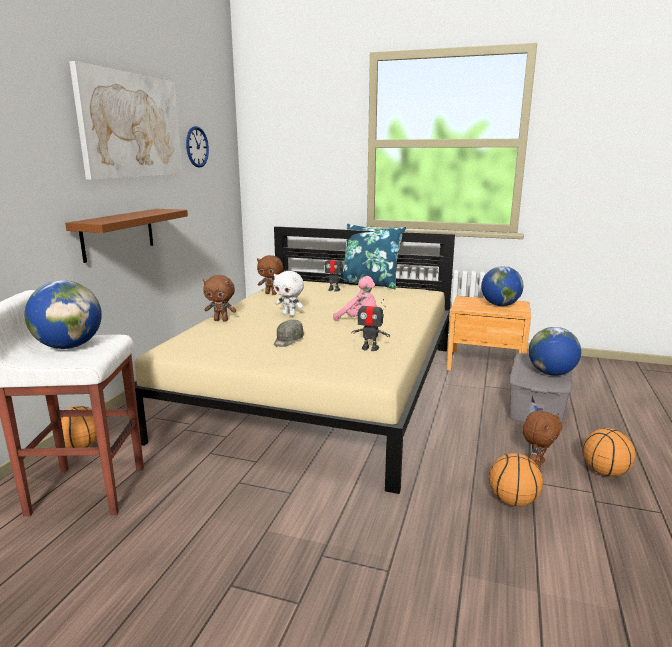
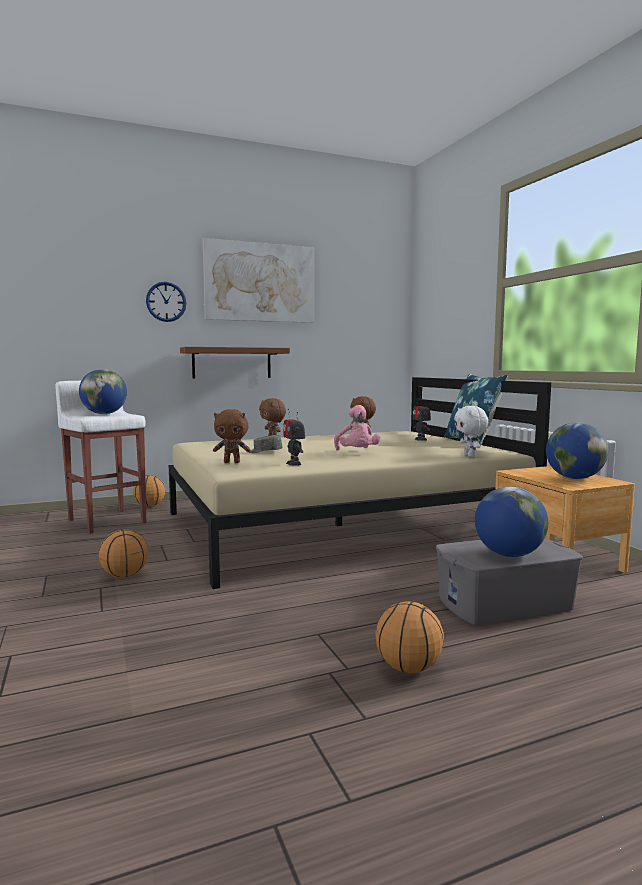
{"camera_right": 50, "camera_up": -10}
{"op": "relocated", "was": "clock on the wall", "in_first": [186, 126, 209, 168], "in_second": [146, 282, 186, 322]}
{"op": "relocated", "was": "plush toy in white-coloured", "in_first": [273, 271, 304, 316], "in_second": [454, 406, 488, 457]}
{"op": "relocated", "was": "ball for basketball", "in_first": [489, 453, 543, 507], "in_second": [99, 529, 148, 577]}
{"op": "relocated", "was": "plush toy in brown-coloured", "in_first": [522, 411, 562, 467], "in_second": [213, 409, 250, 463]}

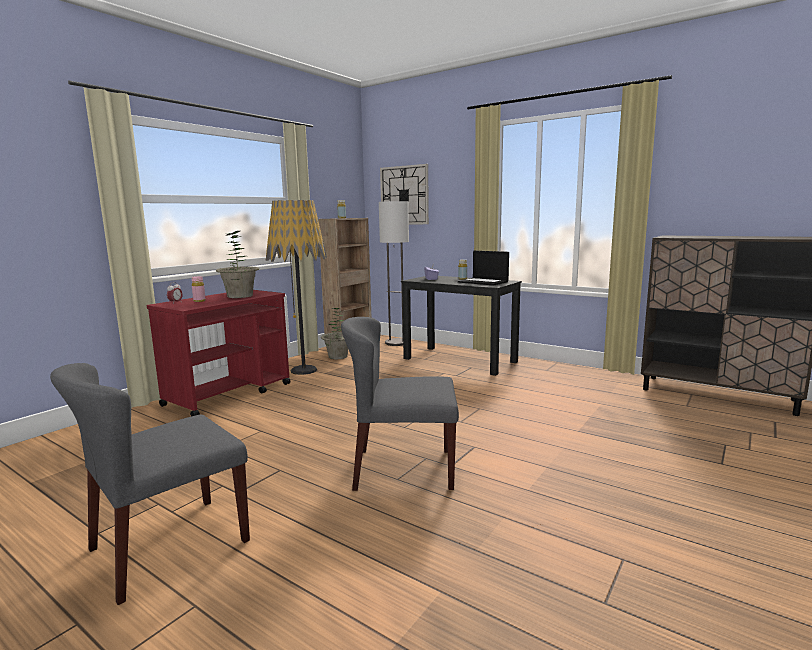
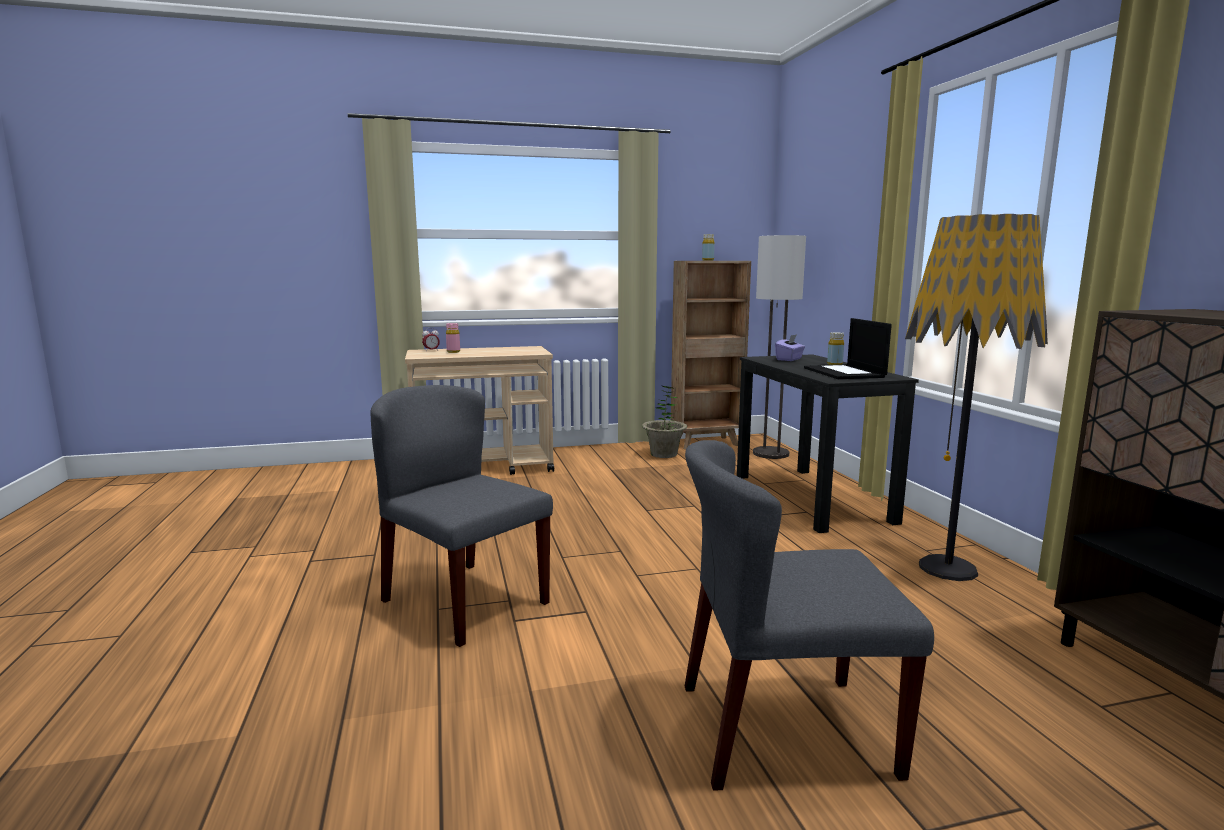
{"camera_right": 40, "camera_up": 0}
{"op": "missing", "was": "potted plant", "in_first": [216, 231, 259, 298]}
{"op": "missing", "was": "clock on the wall", "in_first": [380, 164, 429, 224]}
{"op": "relocated", "was": "upright chair in grey", "in_first": [50, 363, 250, 605], "in_second": [685, 440, 934, 791]}
{"op": "relocated", "was": "standing lamp", "in_first": [266, 200, 327, 375], "in_second": [905, 214, 1048, 581]}
{"op": "colour", "was": "cart in red-coloured", "now": "cart in sand-coloured", "in_first": [147, 290, 291, 416], "in_second": [405, 346, 554, 475]}

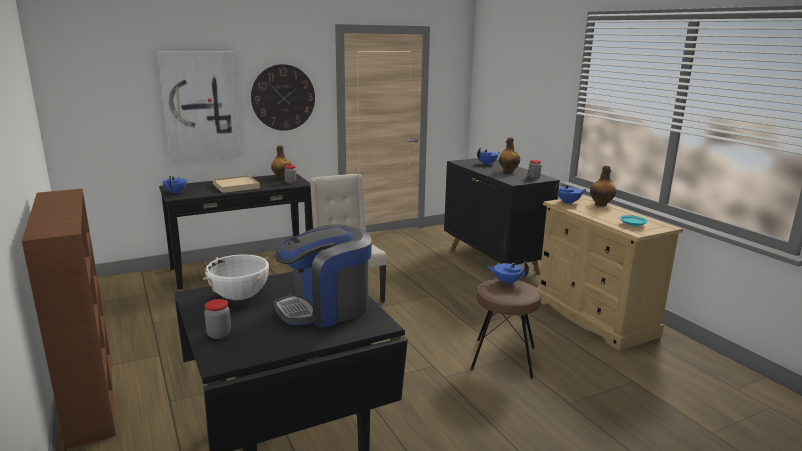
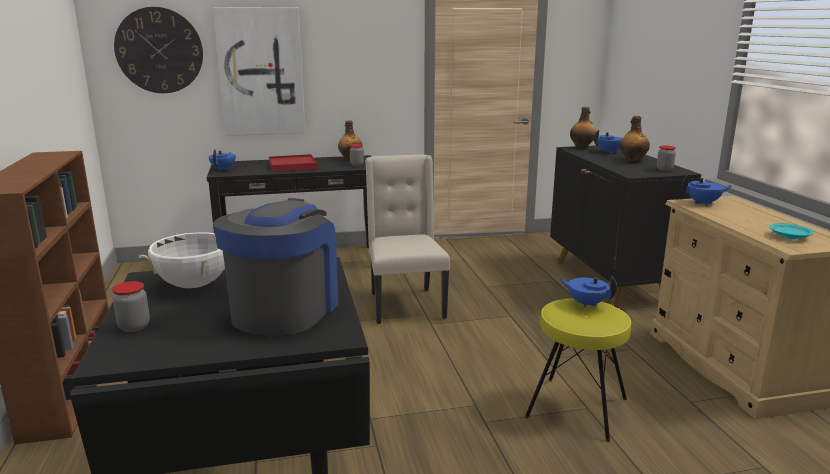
{"camera_right": 15, "camera_up": 0}
{"op": "relocated", "was": "clock on the wall", "in_first": [251, 64, 315, 131], "in_second": [114, 7, 203, 93]}
{"op": "relocated", "was": "bottle", "in_first": [590, 166, 616, 206], "in_second": [570, 107, 596, 149]}
{"op": "colour", "was": "carrying tray in sand-coloured", "now": "carrying tray in red-coloured", "in_first": [212, 175, 260, 193], "in_second": [269, 154, 317, 172]}
{"op": "colour", "was": "sitting stool in brown-coloured", "now": "sitting stool in yellowish", "in_first": [470, 279, 541, 379], "in_second": [525, 298, 631, 442]}
{"op": "spun", "was": "coffee maker", "in_first": [274, 225, 372, 328], "in_second": [213, 198, 339, 336], "clockwise": 120}

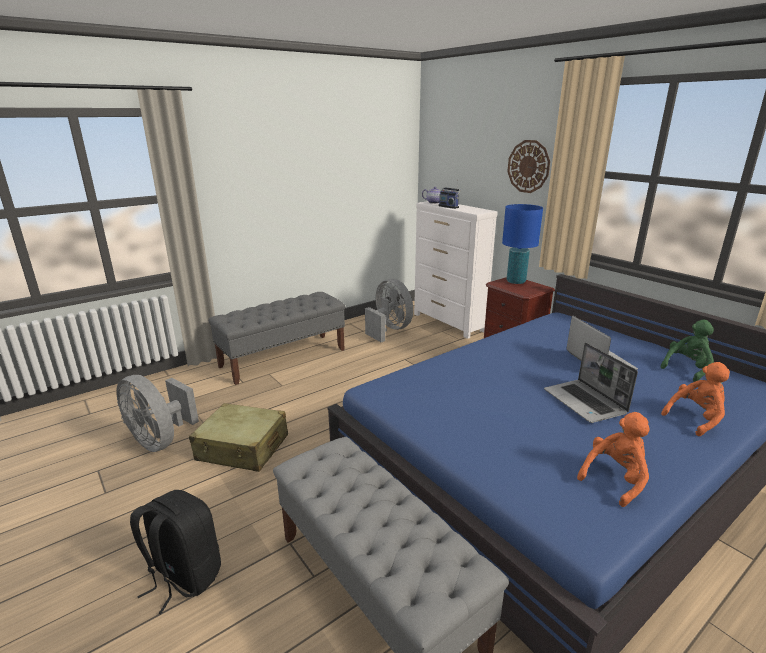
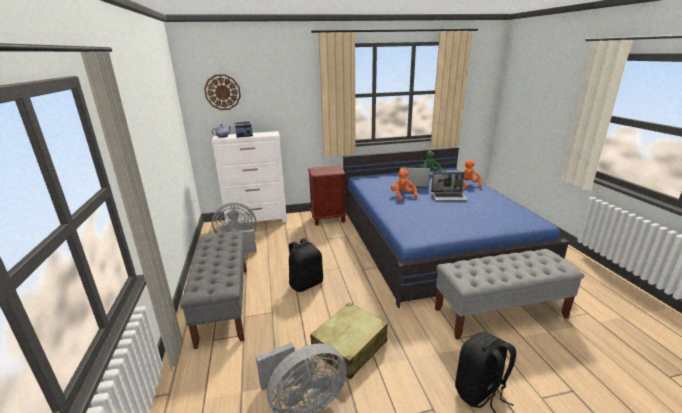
{"camera_right": -65, "camera_up": 0}
{"op": "missing", "was": "table lamp in bluish", "in_first": [502, 204, 543, 284]}
{"op": "appeared", "now": "knapsack in blackish", "in_second": [289, 238, 323, 292]}
{"op": "relocated", "was": "clock on the wall", "in_first": [507, 140, 550, 193], "in_second": [204, 74, 241, 110]}
{"op": "relocated", "was": "plush toy in orange-coloured", "in_first": [577, 412, 649, 507], "in_second": [390, 169, 417, 200]}

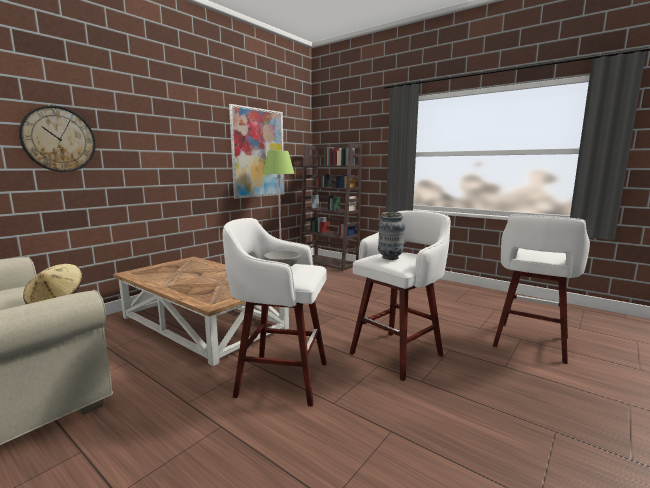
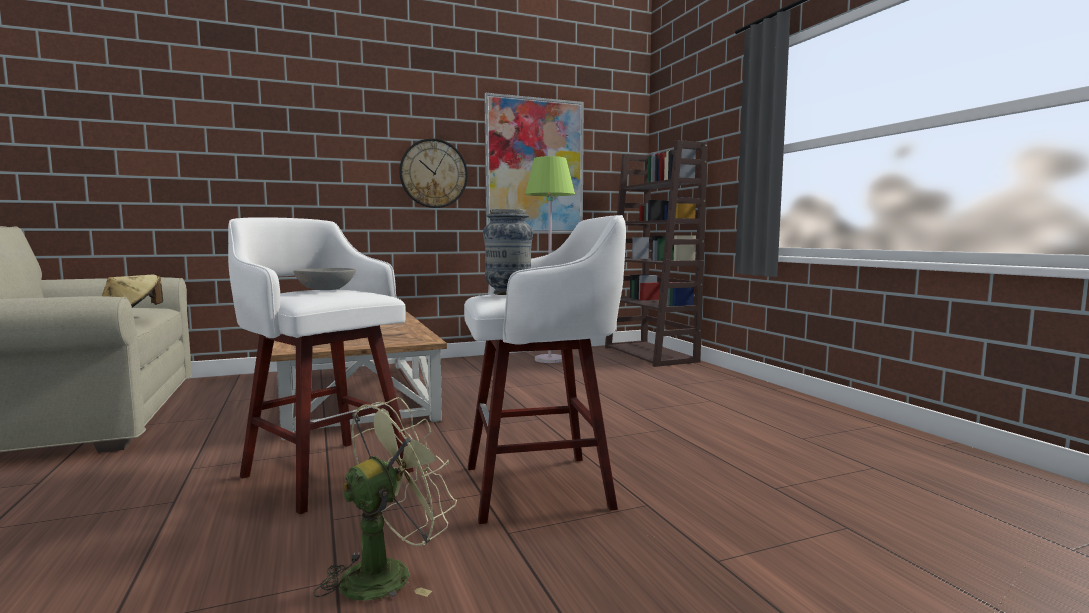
{"camera_right": 30, "camera_up": -5}
{"op": "missing", "was": "sitting stool in white-coloured", "in_first": [493, 215, 590, 364]}
{"op": "appeared", "now": "cooling fan in greenish", "in_second": [313, 397, 457, 601]}
{"op": "relocated", "was": "clock on the wall", "in_first": [19, 106, 96, 172], "in_second": [399, 138, 468, 208]}

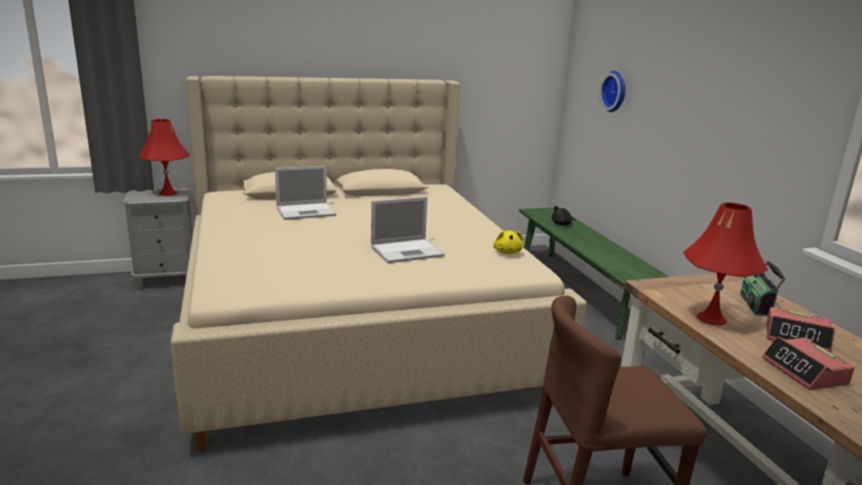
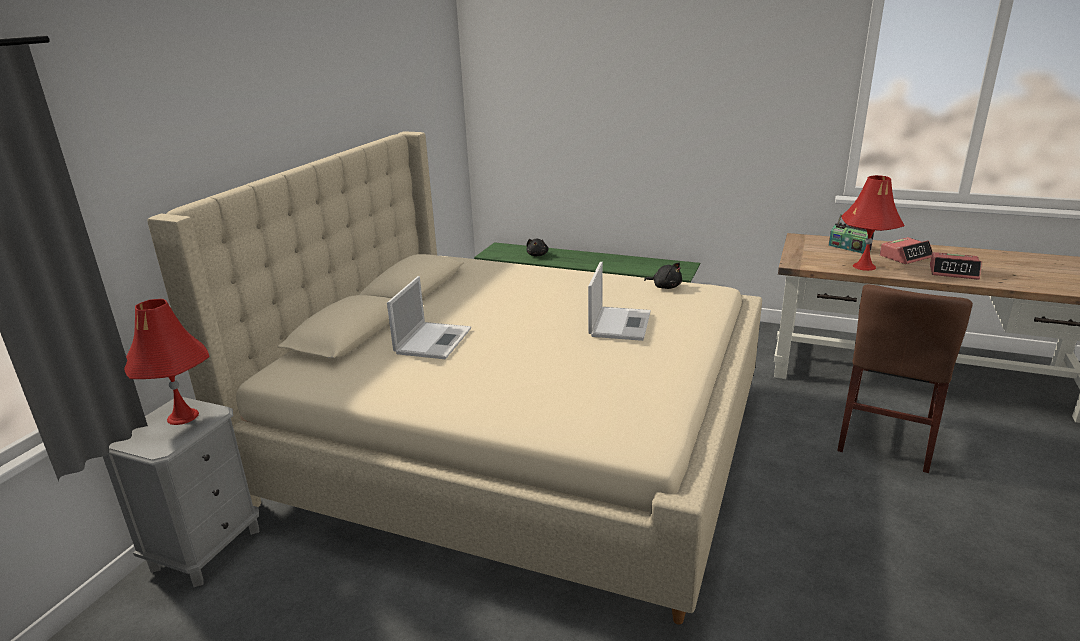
{"camera_right": -50, "camera_up": 5}
{"op": "missing", "was": "clock on the wall", "in_first": [600, 71, 625, 112]}
{"op": "colour", "was": "plush toy in yellowish", "now": "plush toy in blackish", "in_first": [493, 230, 523, 254], "in_second": [644, 263, 682, 289]}

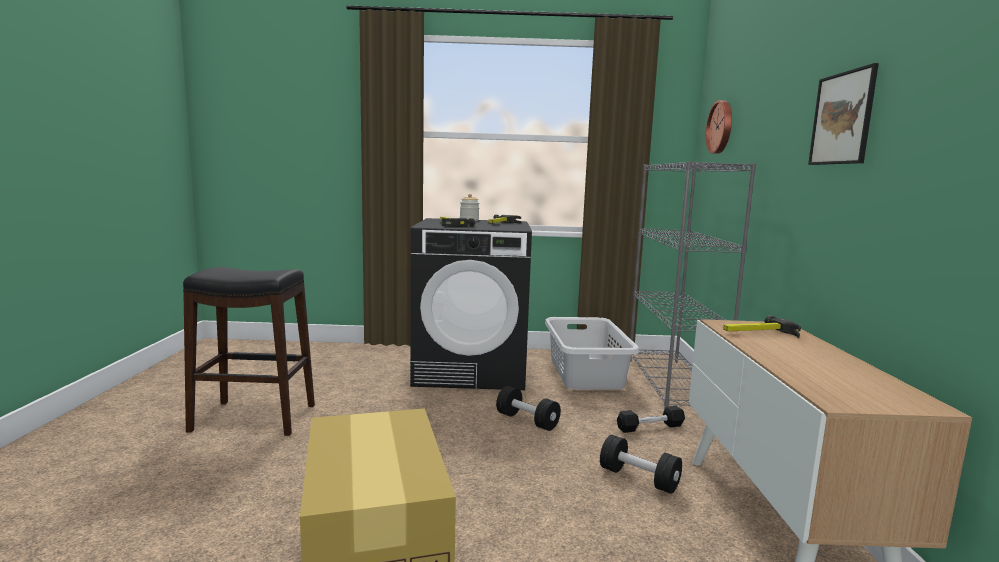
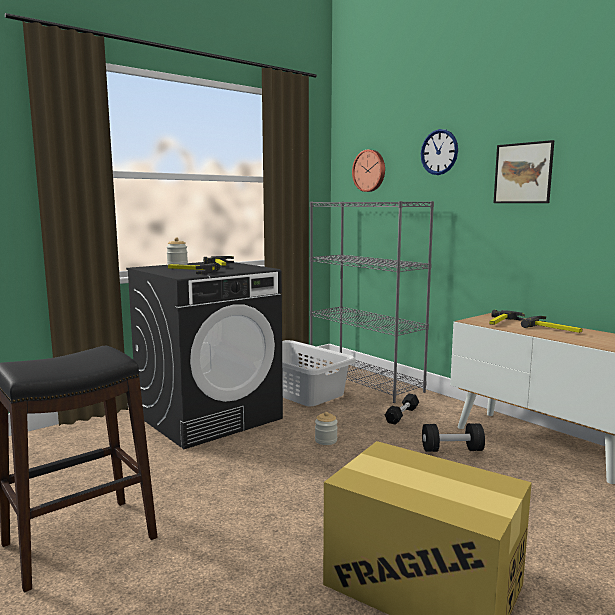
{"camera_right": -40, "camera_up": 0}
{"op": "appeared", "now": "clock on the wall", "in_second": [421, 129, 458, 175]}
{"op": "appeared", "now": "hammer", "in_second": [521, 316, 582, 333]}
{"op": "exchanged", "was": "hand weight in blackish", "now": "storage jar", "in_first": [496, 386, 561, 431], "in_second": [315, 412, 338, 445]}

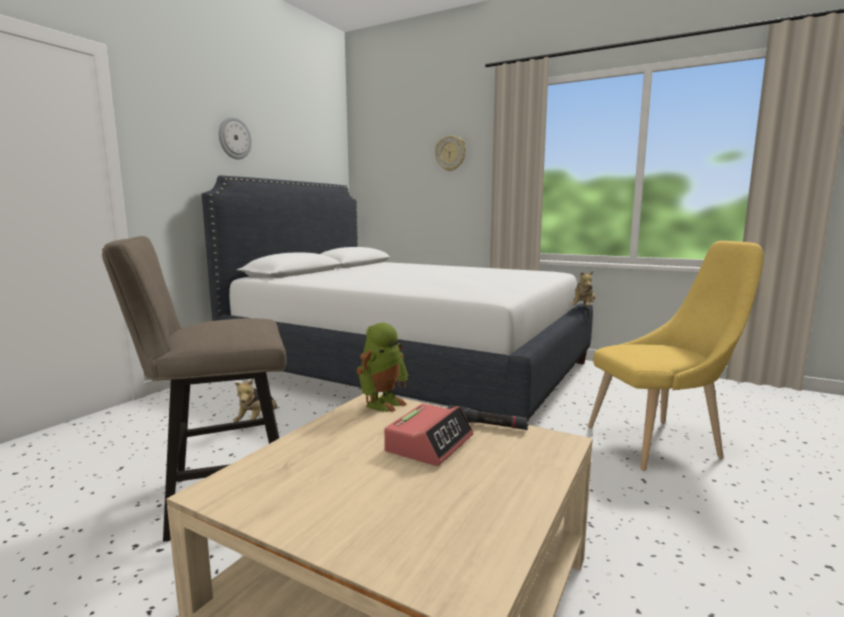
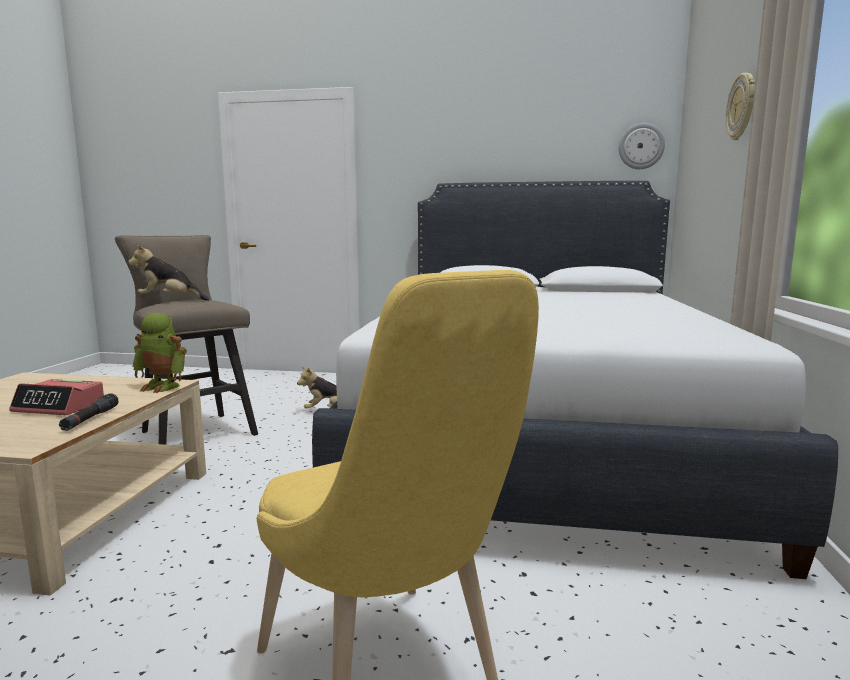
{"camera_right": 70, "camera_up": 0}
{"op": "relocated", "was": "clock on the wall", "in_first": [219, 117, 252, 159], "in_second": [619, 123, 665, 169]}
{"op": "relocated", "was": "plush toy", "in_first": [572, 271, 596, 307], "in_second": [128, 244, 210, 301]}

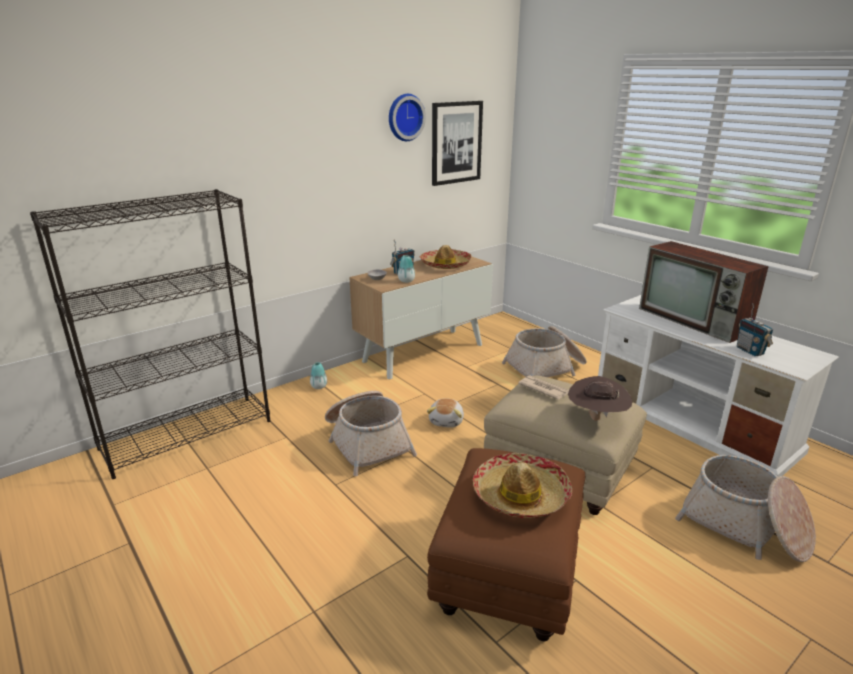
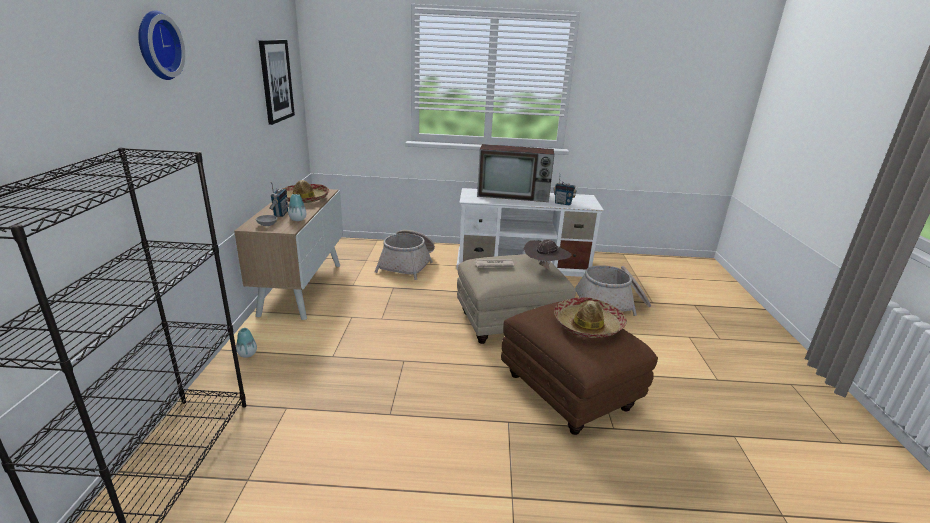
{"camera_right": -50, "camera_up": 0}
{"op": "missing", "was": "household basket", "in_first": [325, 391, 417, 476]}
{"op": "missing", "was": "plush toy", "in_first": [427, 398, 464, 428]}
{"op": "relocated", "was": "clock on the wall", "in_first": [389, 94, 426, 141], "in_second": [138, 10, 185, 80]}

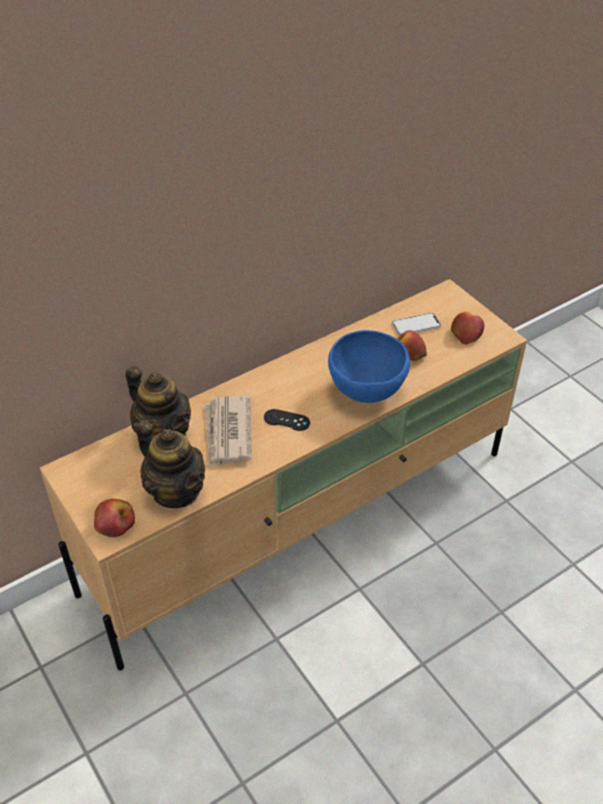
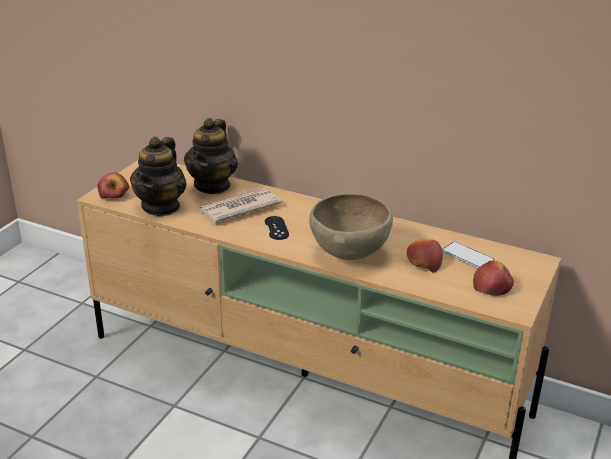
{"camera_right": 60, "camera_up": -15}
{"op": "colour", "was": "deep dish in bluish", "now": "deep dish in brown-coloured", "in_first": [328, 330, 410, 403], "in_second": [309, 194, 393, 260]}

